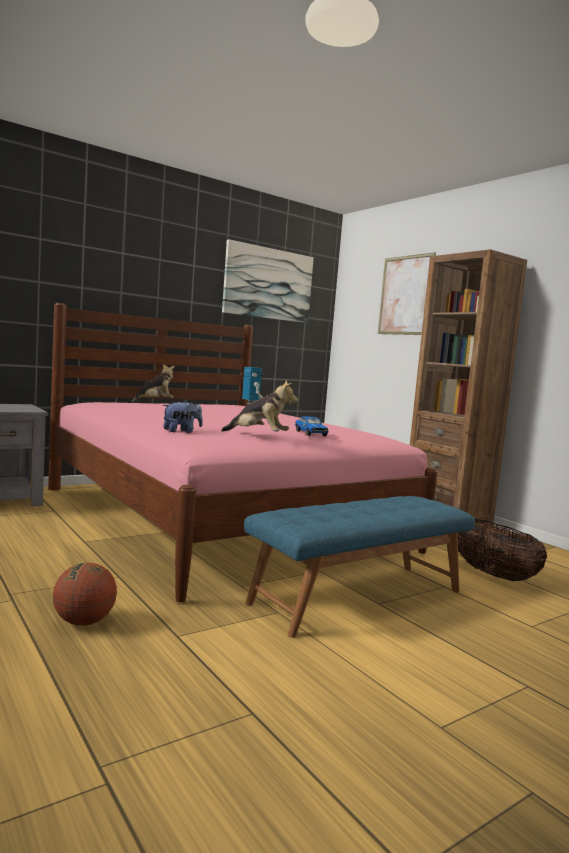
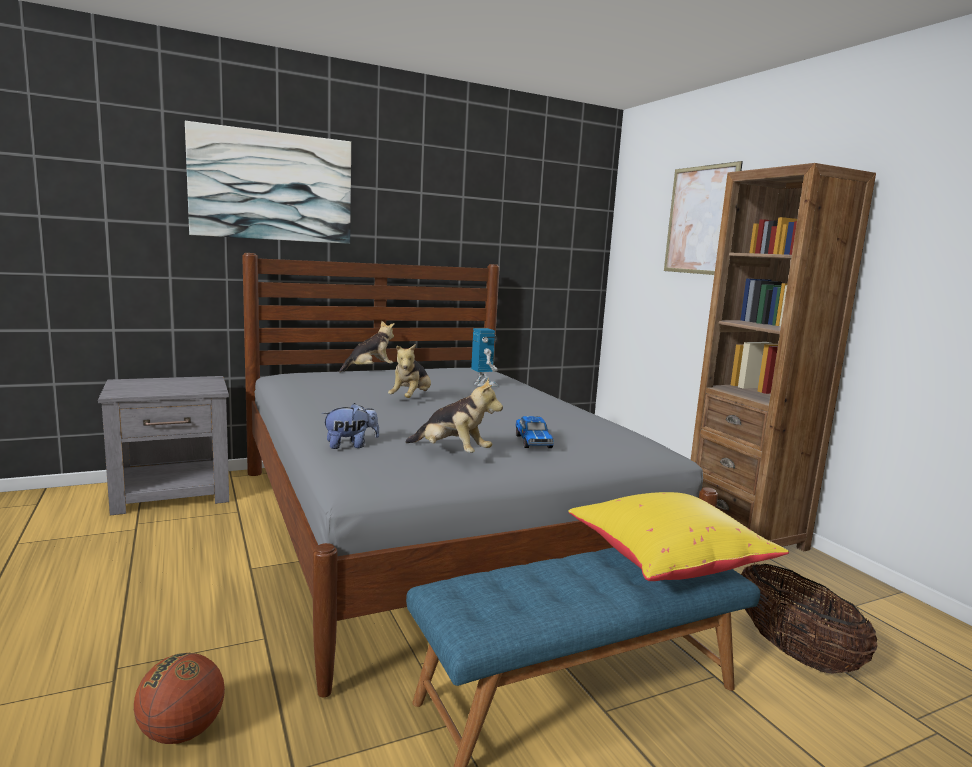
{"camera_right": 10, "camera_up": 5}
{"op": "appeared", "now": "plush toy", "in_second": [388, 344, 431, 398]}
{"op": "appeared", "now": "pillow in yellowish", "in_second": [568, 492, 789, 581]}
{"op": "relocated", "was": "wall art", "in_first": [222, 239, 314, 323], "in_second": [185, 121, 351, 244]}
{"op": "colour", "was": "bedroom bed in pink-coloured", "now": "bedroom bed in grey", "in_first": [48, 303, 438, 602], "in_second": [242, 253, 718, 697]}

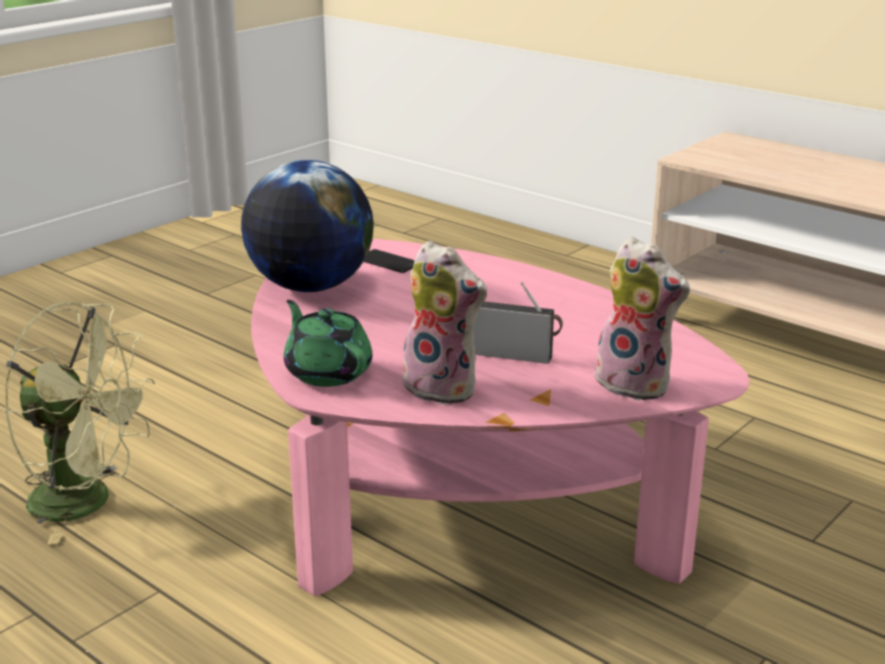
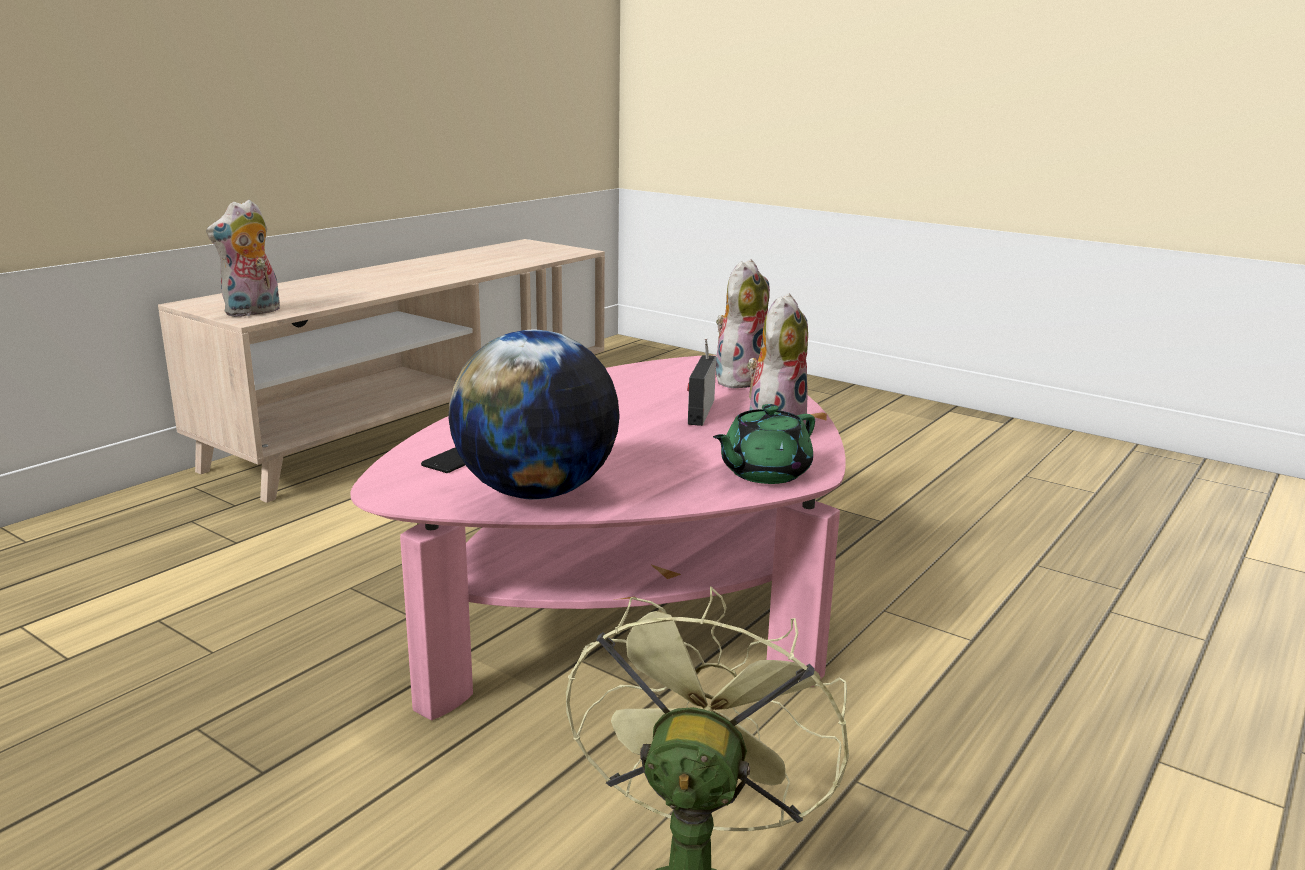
{"camera_right": -95, "camera_up": -5}
{"op": "appeared", "now": "plush toy", "in_second": [206, 200, 280, 317]}

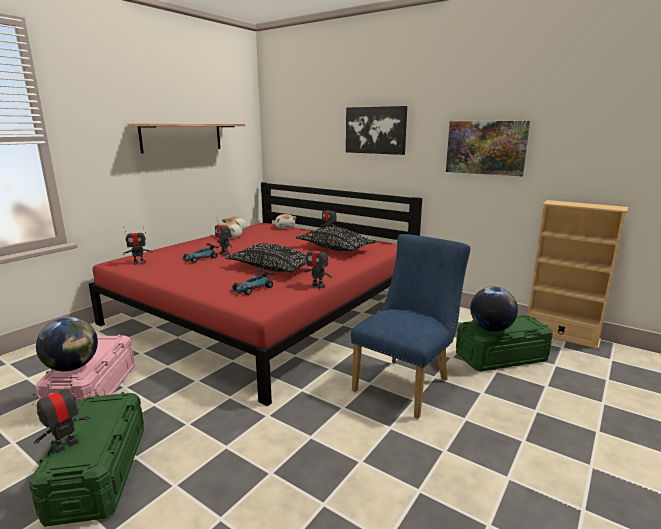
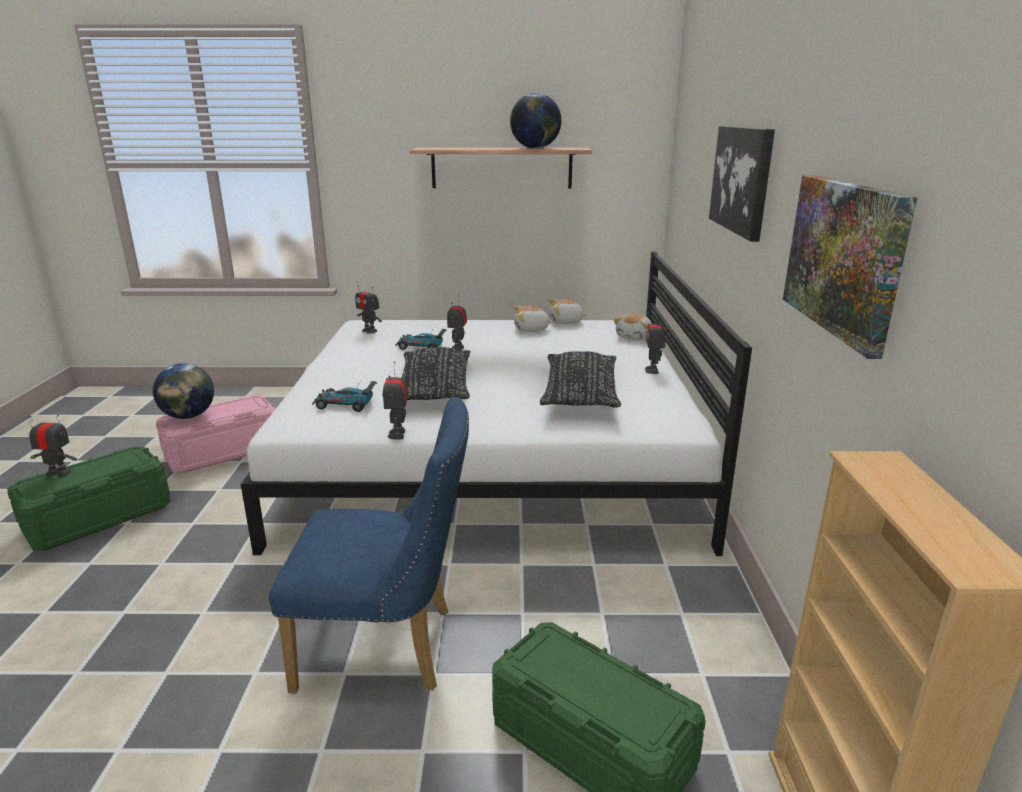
{"camera_right": 55, "camera_up": 5}
{"op": "relocated", "was": "desk globe", "in_first": [470, 287, 518, 332], "in_second": [510, 93, 562, 149]}
{"op": "colour", "was": "bedroom bed in red-coloured", "now": "bedroom bed in white-coloured", "in_first": [89, 182, 422, 406], "in_second": [241, 251, 752, 556]}

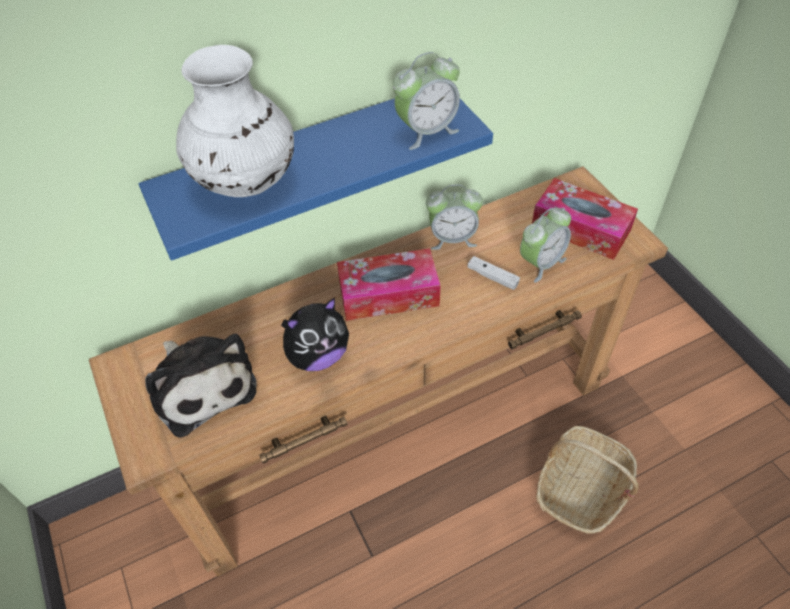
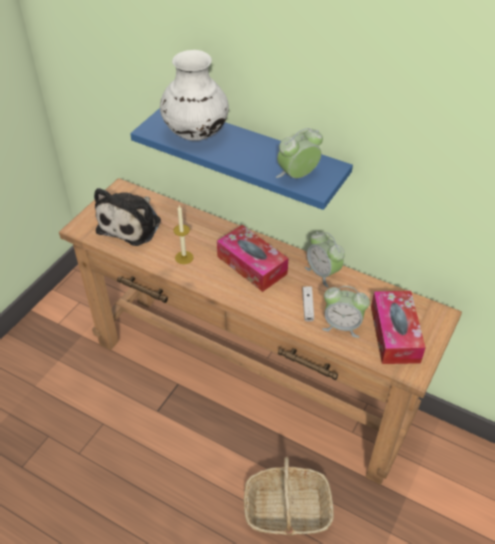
{"camera_right": 55, "camera_up": -5}
{"op": "exchanged", "was": "plush toy", "now": "wax light", "in_first": [281, 298, 349, 371], "in_second": [174, 206, 194, 264]}
{"op": "spun", "was": "bedside clock", "in_first": [393, 52, 460, 150], "in_second": [276, 128, 323, 178], "clockwise": 120}

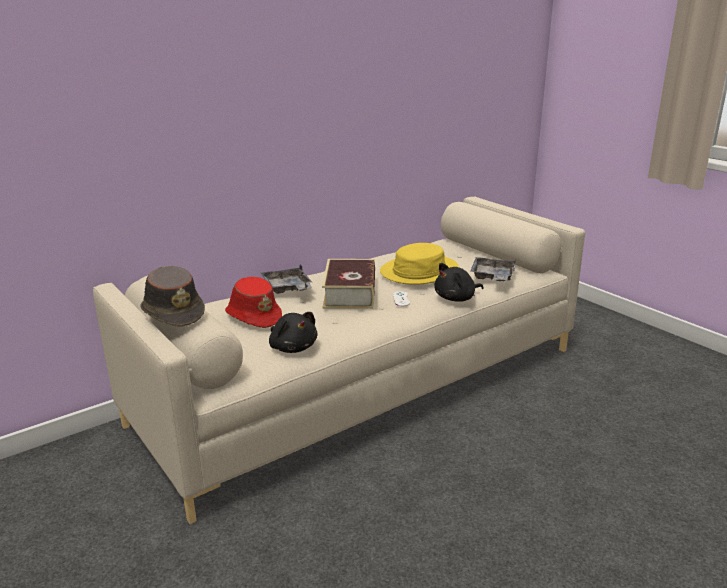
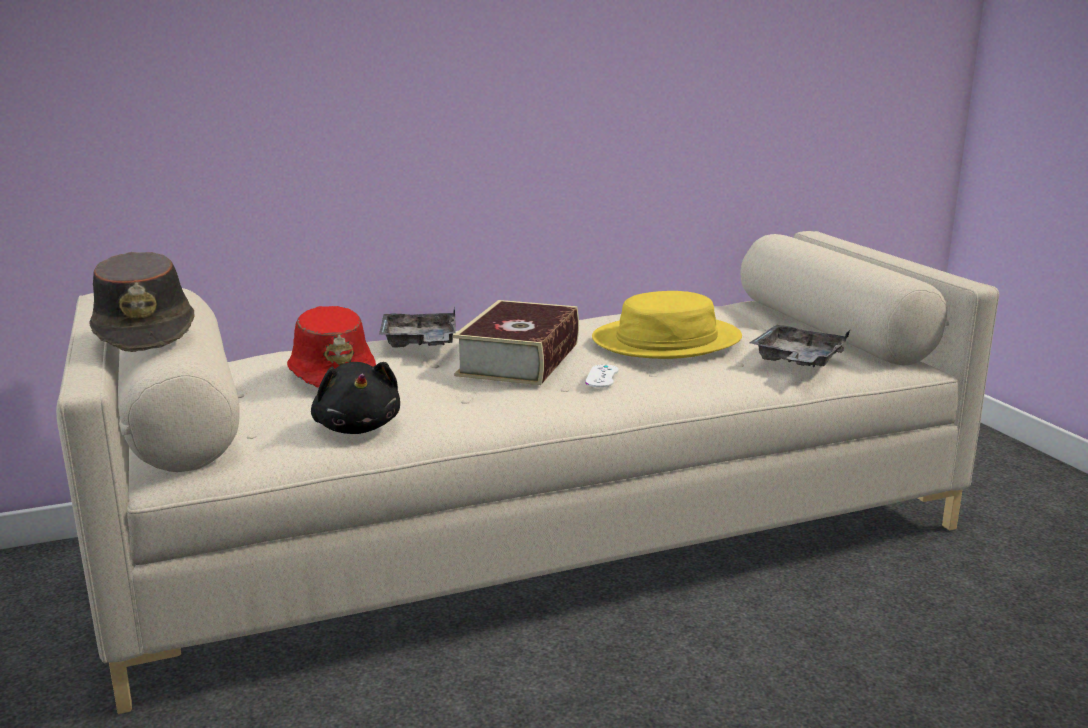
{"camera_right": 15, "camera_up": -5}
{"op": "missing", "was": "plush toy in blackish", "in_first": [434, 263, 484, 302]}

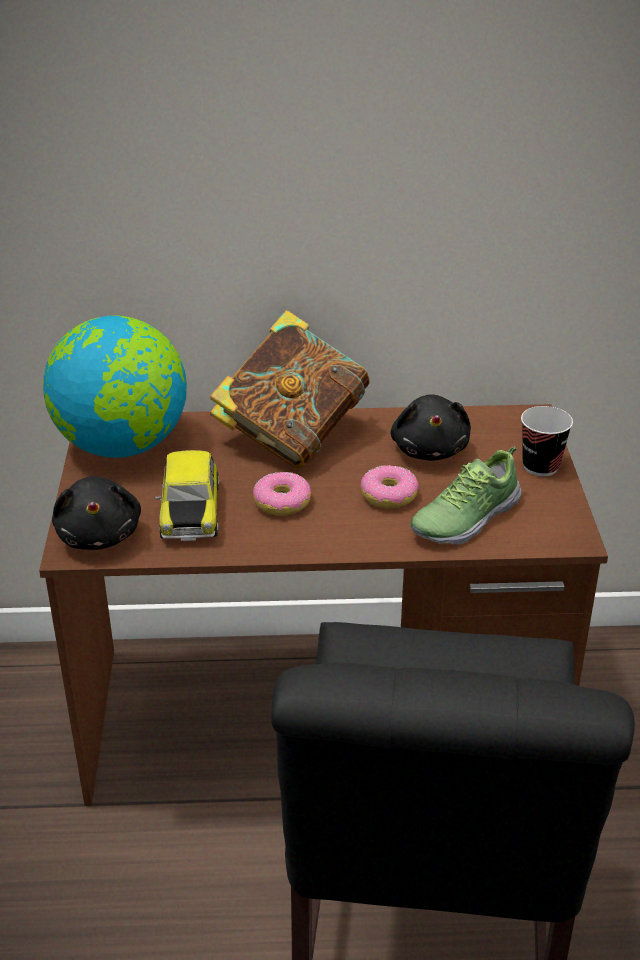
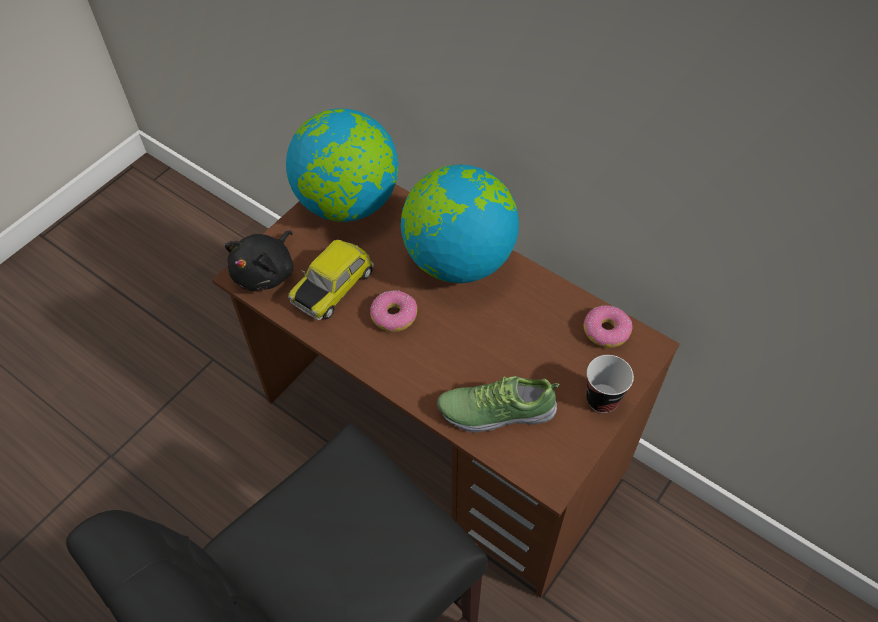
{"camera_right": 40, "camera_up": 20}
{"op": "missing", "was": "plush toy in blackish", "in_first": [391, 394, 471, 461]}
{"op": "relocated", "was": "ring doughnut", "in_first": [361, 465, 419, 509], "in_second": [584, 305, 633, 348]}
{"op": "exchanged", "was": "bound book", "now": "desk globe", "in_first": [210, 310, 370, 469], "in_second": [401, 165, 519, 283]}

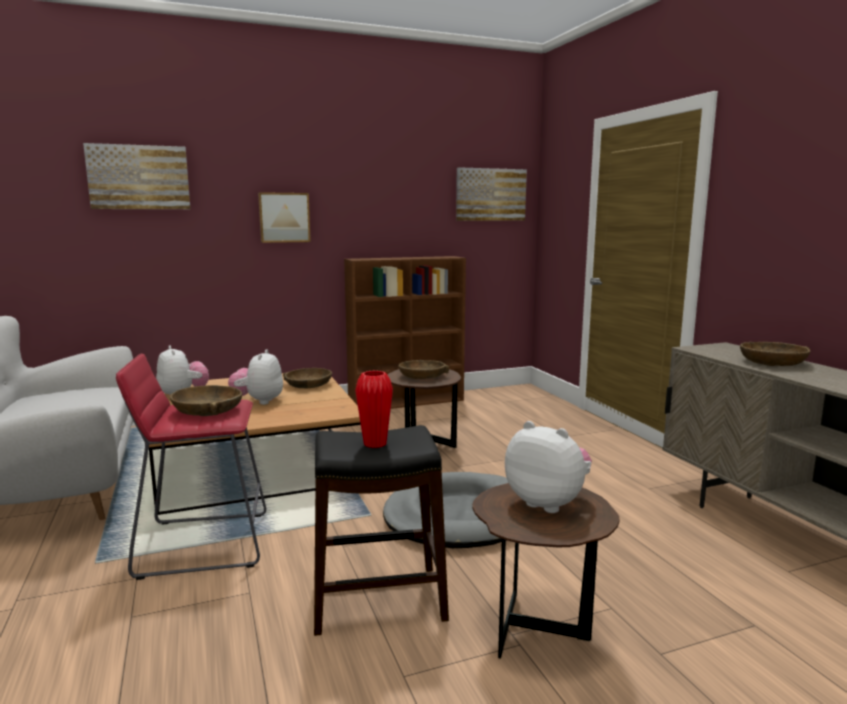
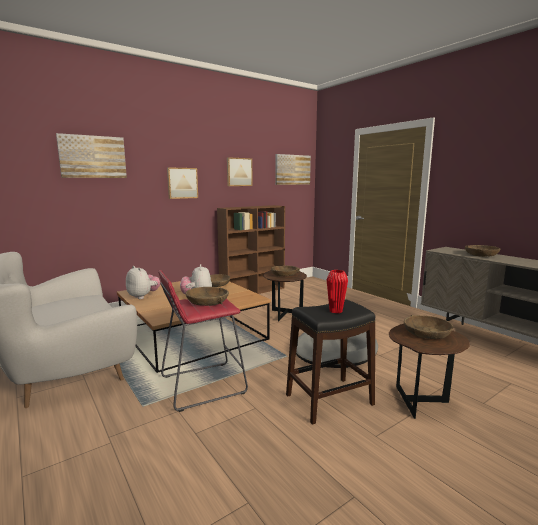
{"camera_right": -15, "camera_up": 0}
{"op": "appeared", "now": "wall art", "in_second": [227, 157, 253, 186]}
{"op": "exchanged", "was": "plush toy", "now": "deep dish in brown-coloured", "in_first": [505, 421, 592, 513], "in_second": [404, 315, 453, 339]}

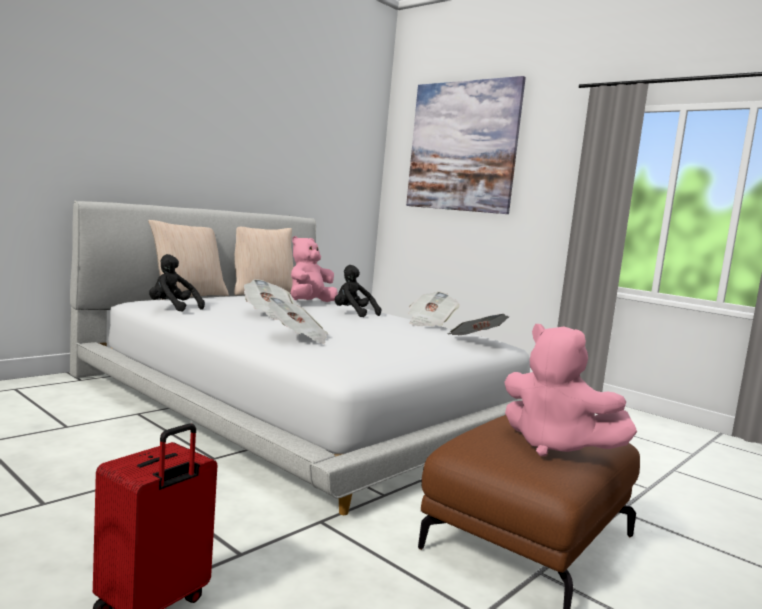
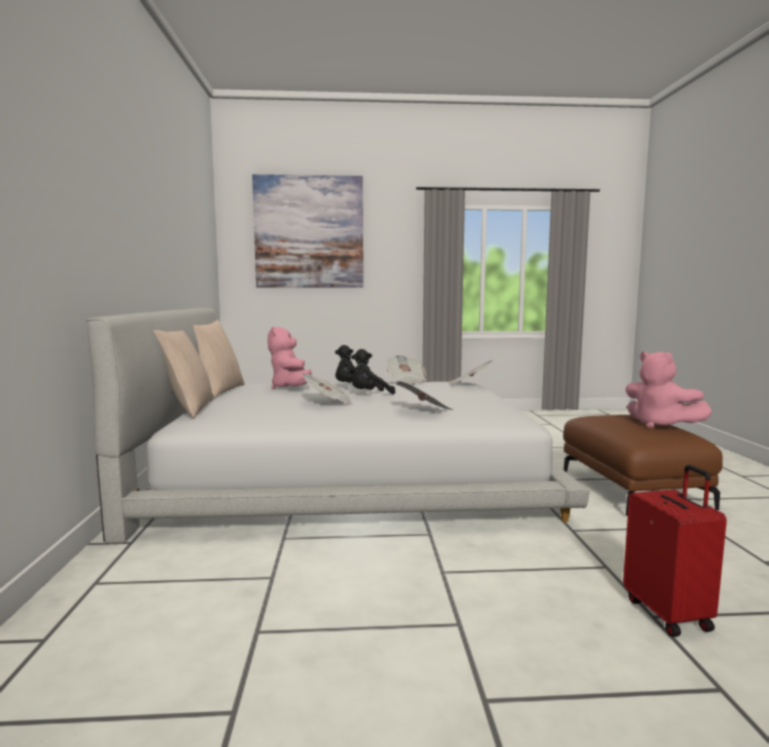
{"camera_right": -45, "camera_up": 0}
{"op": "relocated", "was": "plush toy in blackish", "in_first": [149, 254, 205, 312], "in_second": [351, 349, 395, 394]}
{"op": "spun", "was": "plush toy in pink-coloured", "in_first": [504, 324, 637, 456], "in_second": [625, 351, 712, 429], "clockwise": 60}

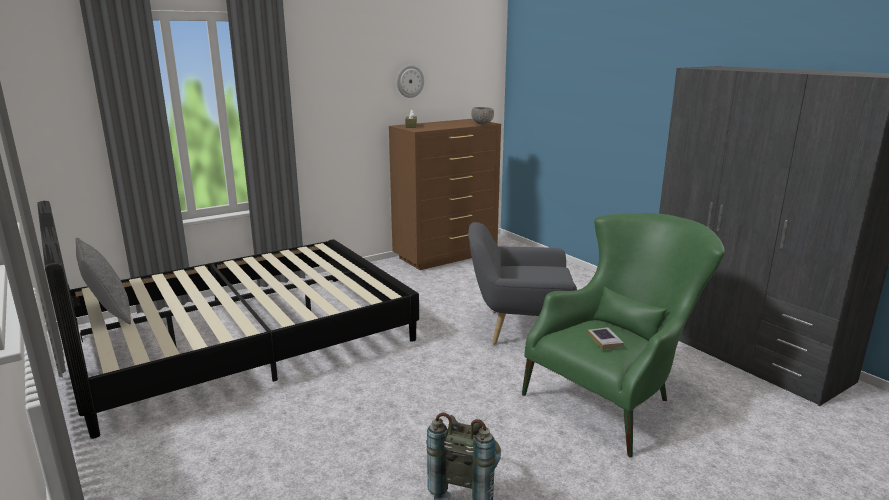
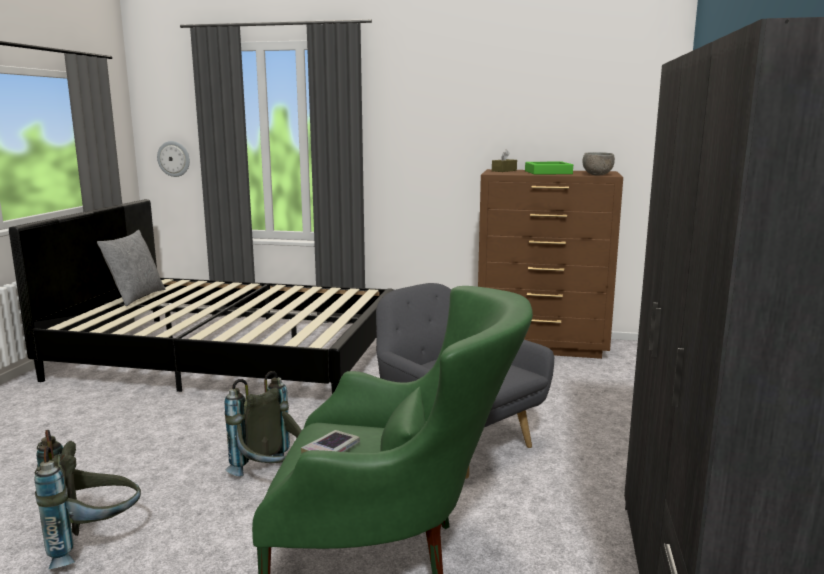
{"camera_right": 45, "camera_up": -5}
{"op": "appeared", "now": "knapsack in grey", "in_second": [225, 371, 302, 477]}
{"op": "appeared", "now": "carrying tray in greenish", "in_second": [525, 162, 573, 174]}
{"op": "relocated", "was": "clock on the wall", "in_first": [397, 65, 424, 98], "in_second": [157, 141, 190, 177]}

